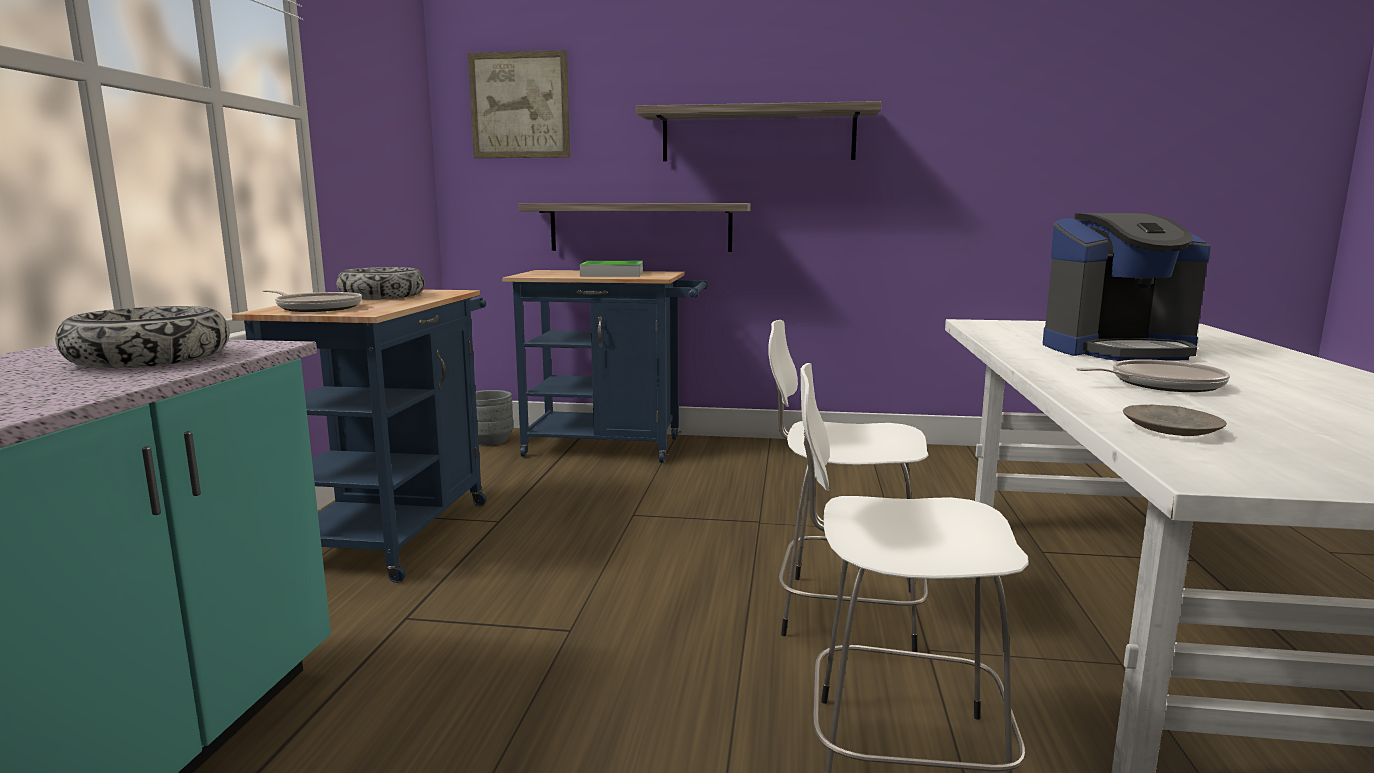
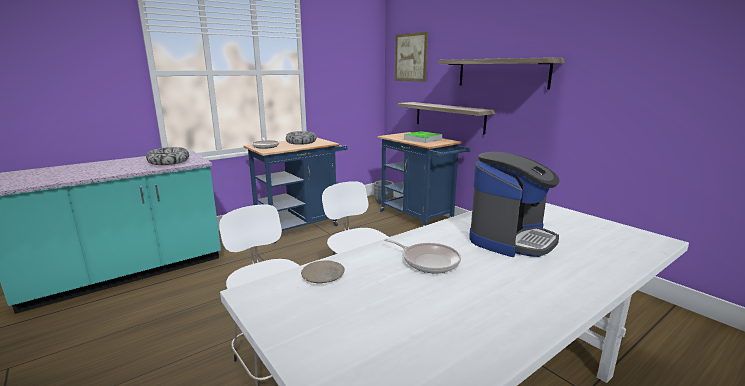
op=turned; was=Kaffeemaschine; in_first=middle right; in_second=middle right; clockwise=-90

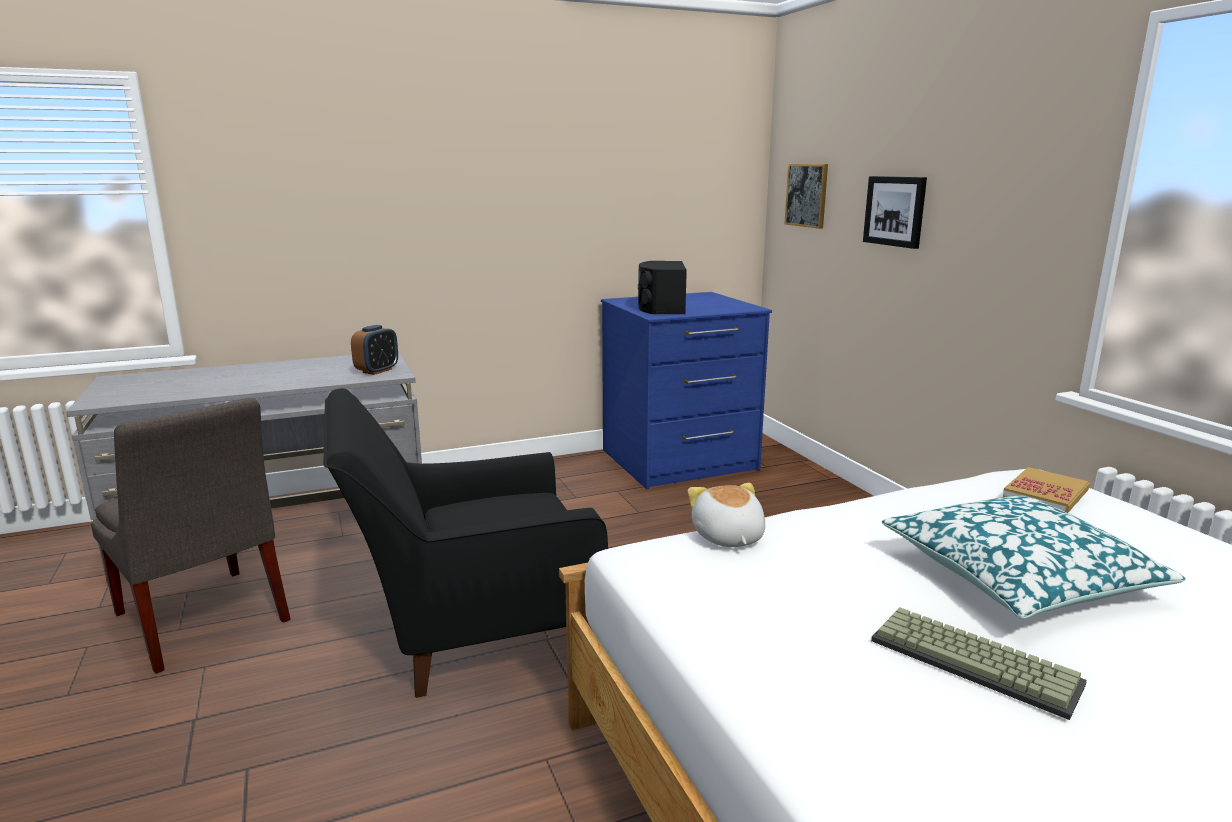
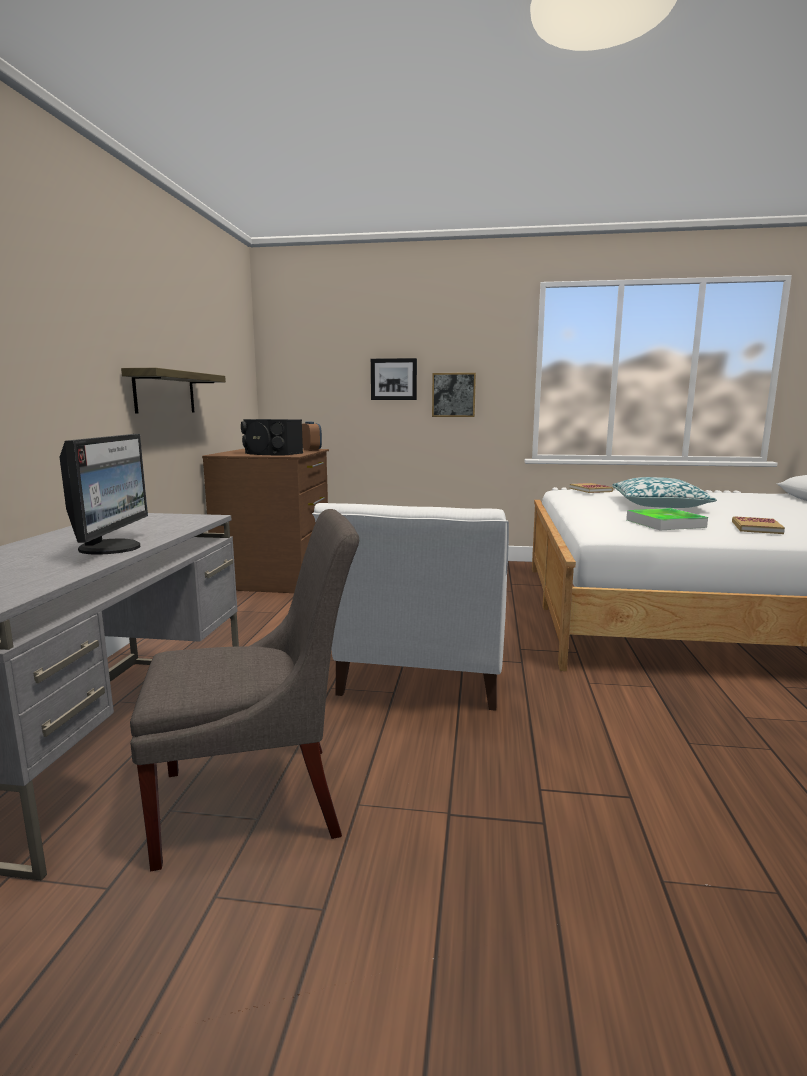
op=added; now=Monitor; in_second=middle left
op=added; now=Wandregal; in_second=middle left
op=recoloured; was=Kommode (blau); now=Kommode (braun); in_first=centre; in_second=middle left
op=moved; was=Wecker; in_first=middle left; in_second=centre
op=recoloured; was=Sessel (schwarz); now=Sessel (weiß); in_first=centre; in_second=centre
op=moved; was=Bild (1st from left in the first image); now=Bild (2nd from left); in_first=top centre; in_second=centre
op=added; now=Tablett; in_second=middle right
op=added; now=Buch (2nd from left); in_second=middle right
op=removed; was=Plüschtier; in_first=centre
op=removed; was=Tastatur; in_first=bottom right

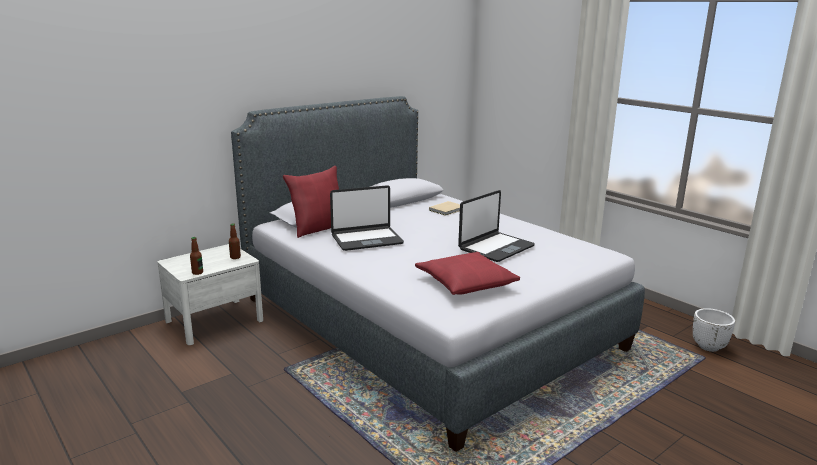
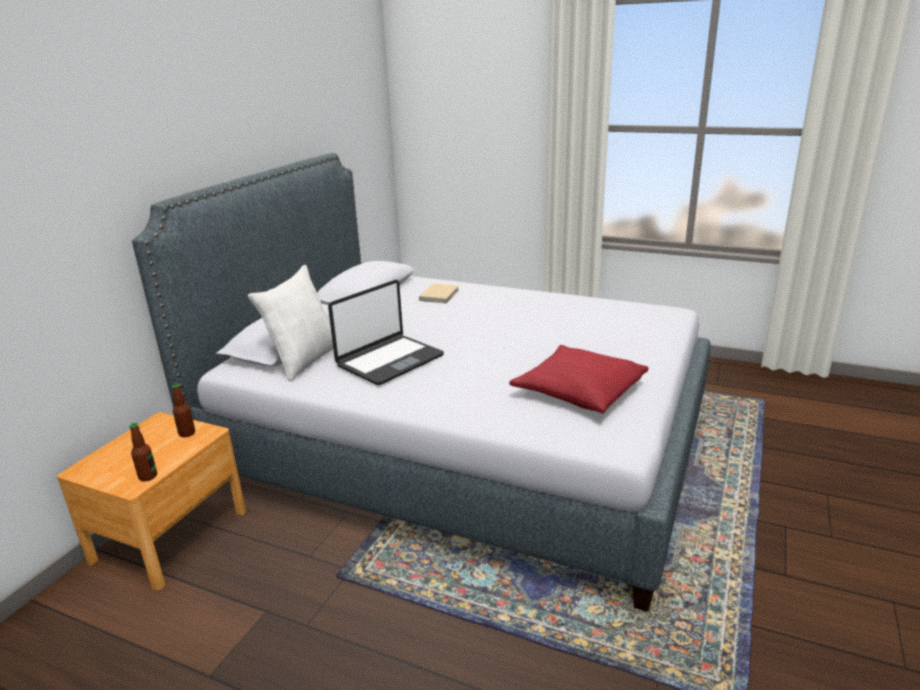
op=recoloured; was=Nachttisch (weiß); now=Nachttisch (braun); in_first=middle left; in_second=bottom left
op=recoloured; was=Kissen (rot) (1st from left); now=Kissen (weiß); in_first=centre; in_second=middle left
op=removed; was=Laptop (2nd from left); in_first=centre
op=removed; was=Pflanzkübel (weiß); in_first=bottom right

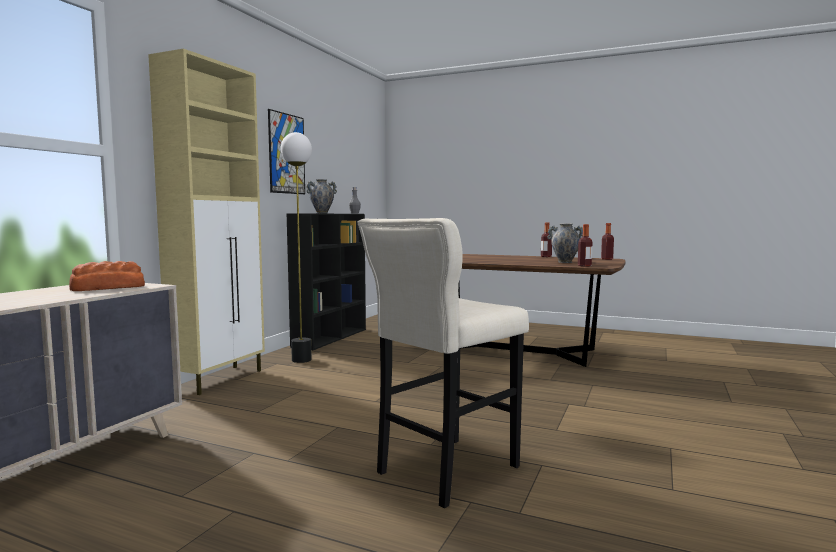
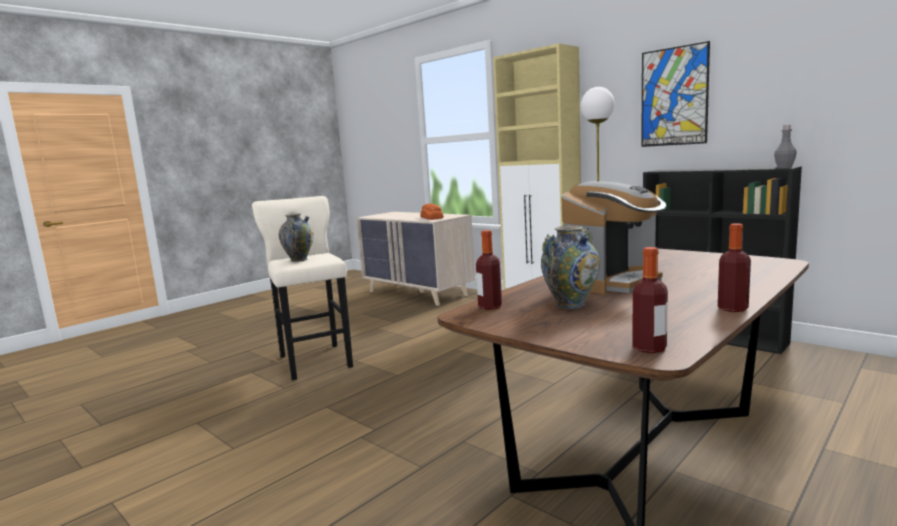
op=moved; was=Vase (1st from left); in_first=centre; in_second=middle left
op=added; now=Kaffeemaschine; in_second=middle right

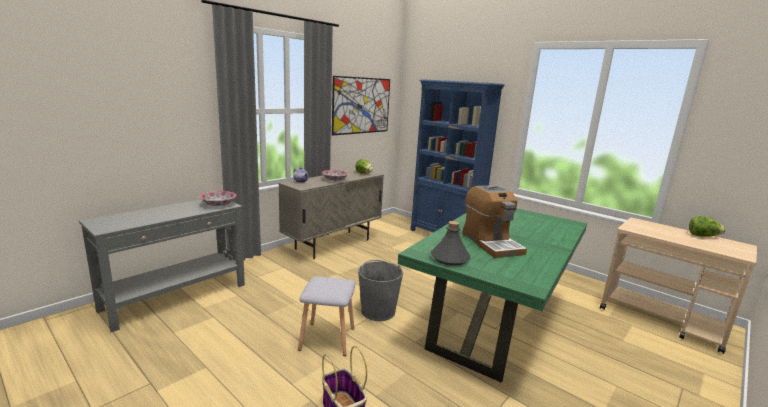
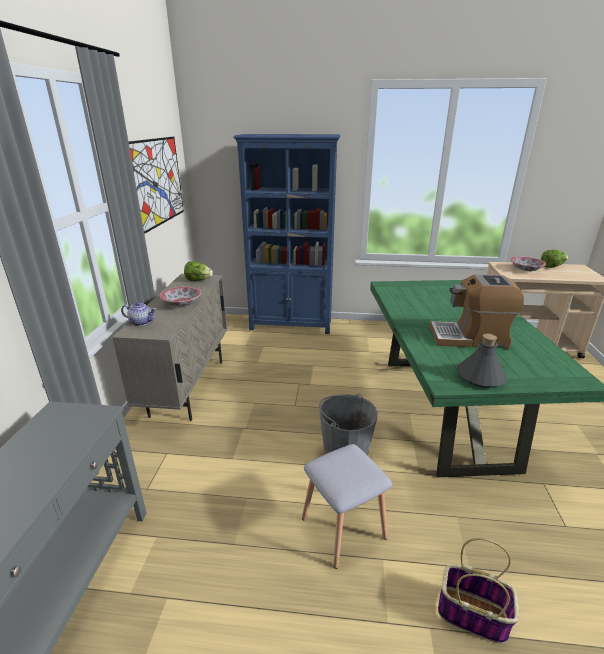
op=turned; was=Kaffeemaschine; in_first=centre; in_second=middle right; clockwise=150
op=moved; was=Schüssel (1st from left in the first image); now=Schüssel (2nd from left); in_first=middle left; in_second=middle right

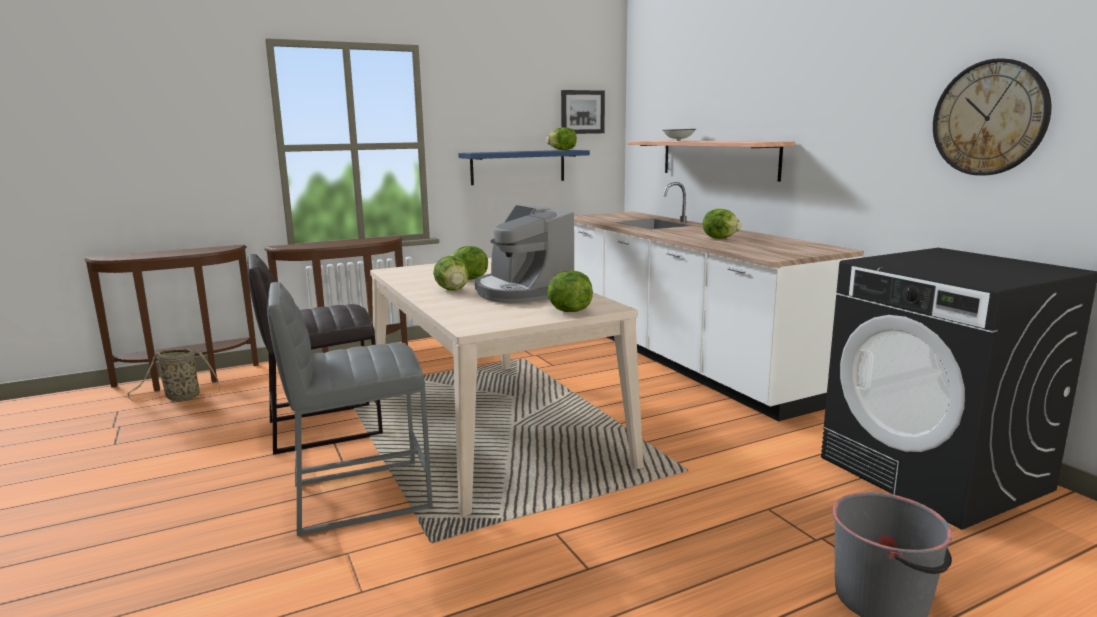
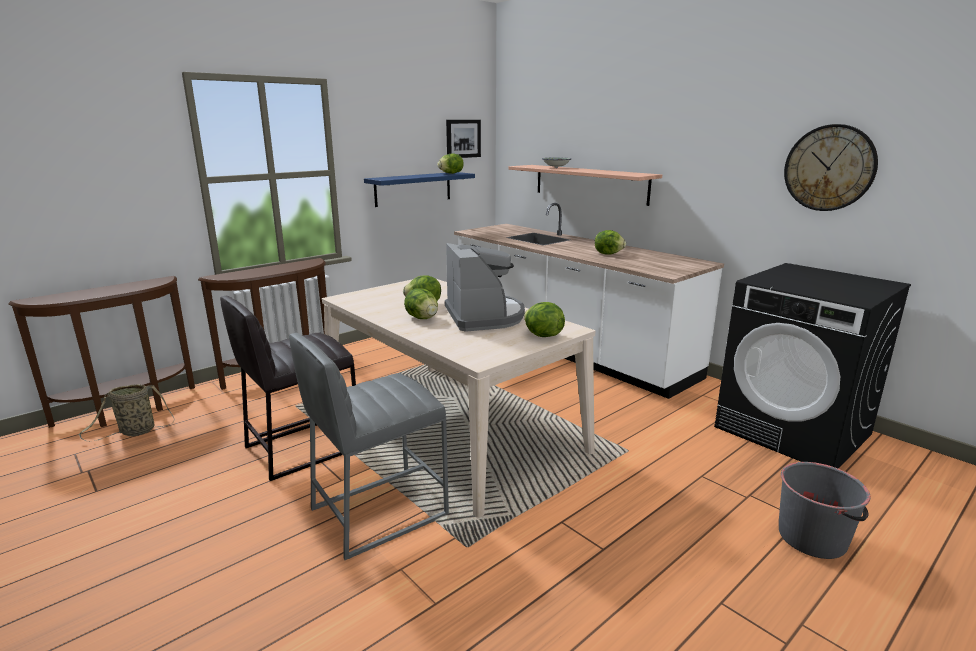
op=turned; was=Kaffeemaschine; in_first=centre; in_second=centre; clockwise=-150

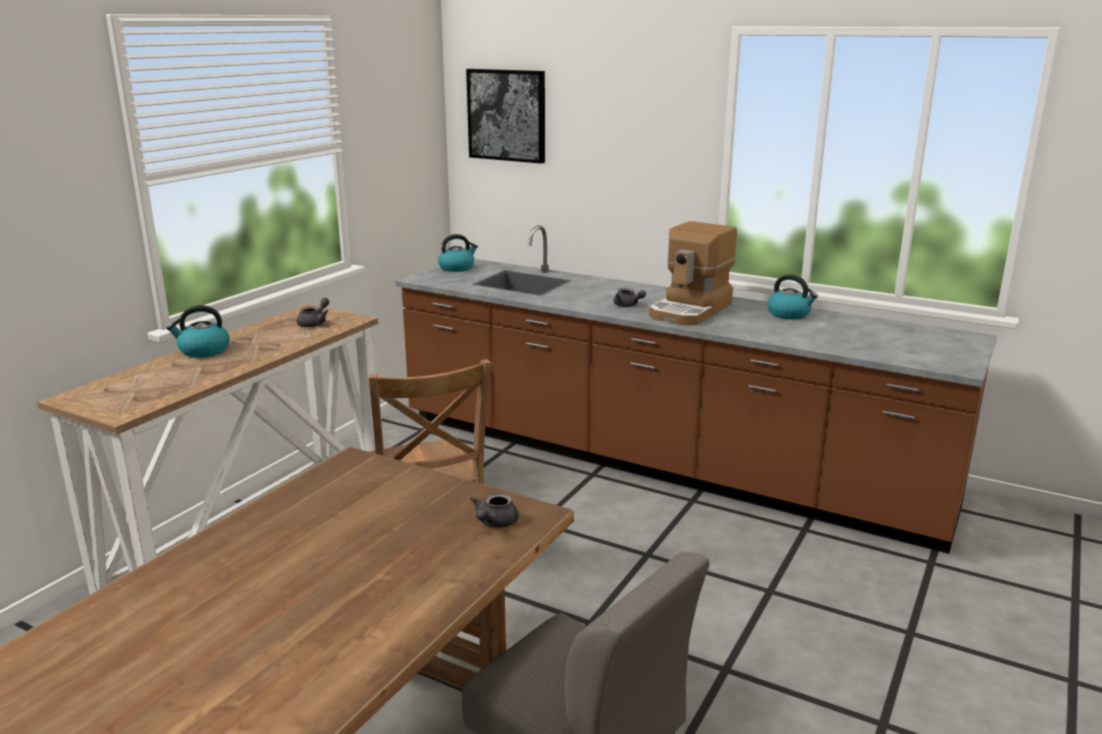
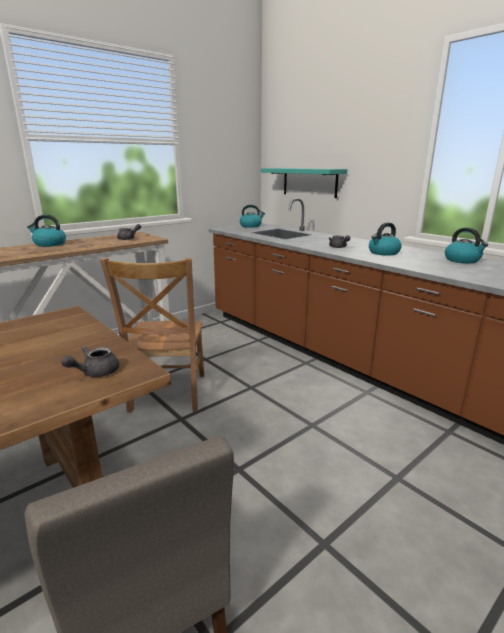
op=added; now=Wandregal (türkis); in_second=top centre
op=replaced; was=Kaffeemaschine; now=Wasserkessel (3rd from left); in_first=centre; in_second=middle right
op=removed; was=Bild; in_first=top centre

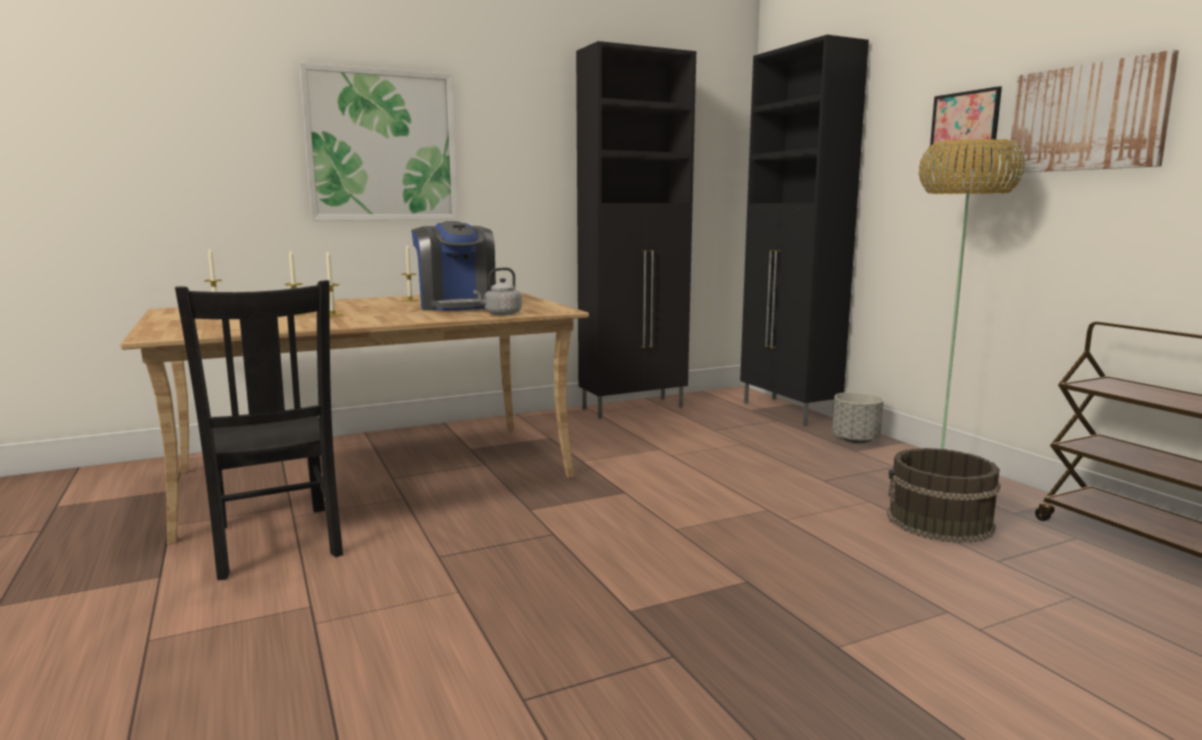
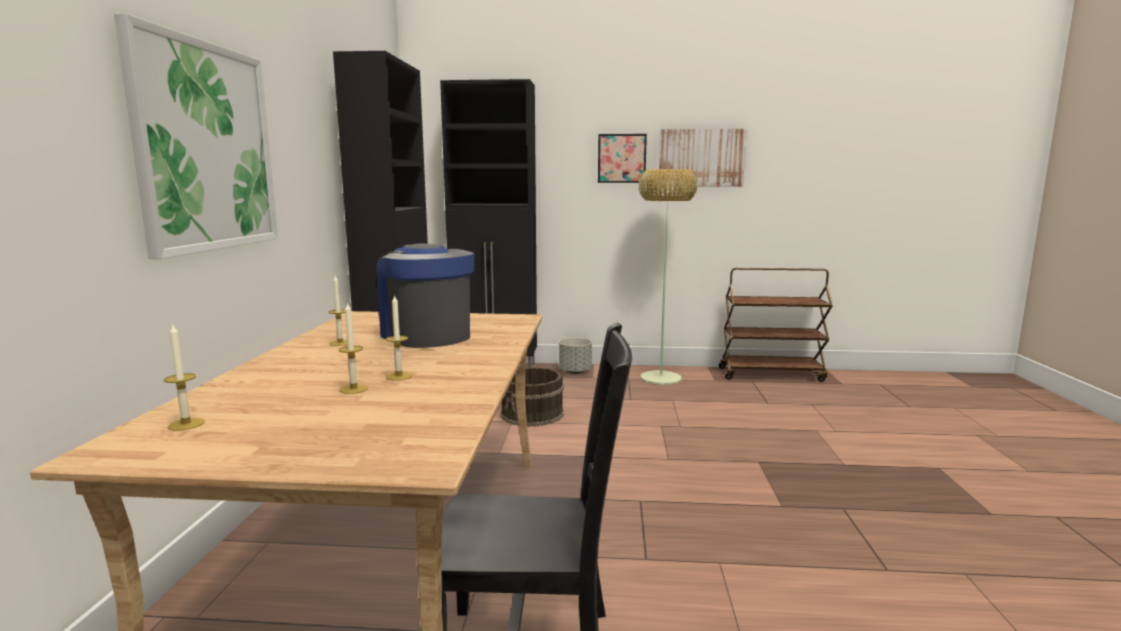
op=turned; was=Kaffeemaschine; in_first=centre; in_second=centre; clockwise=-135
op=moved; was=Eimer (braun); in_first=bottom right; in_second=centre
op=removed; was=Wasserkessel (grau); in_first=centre

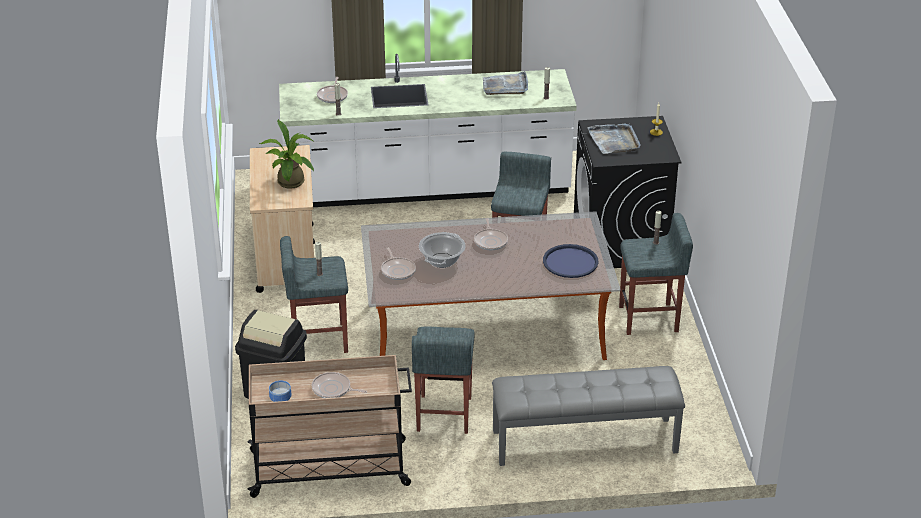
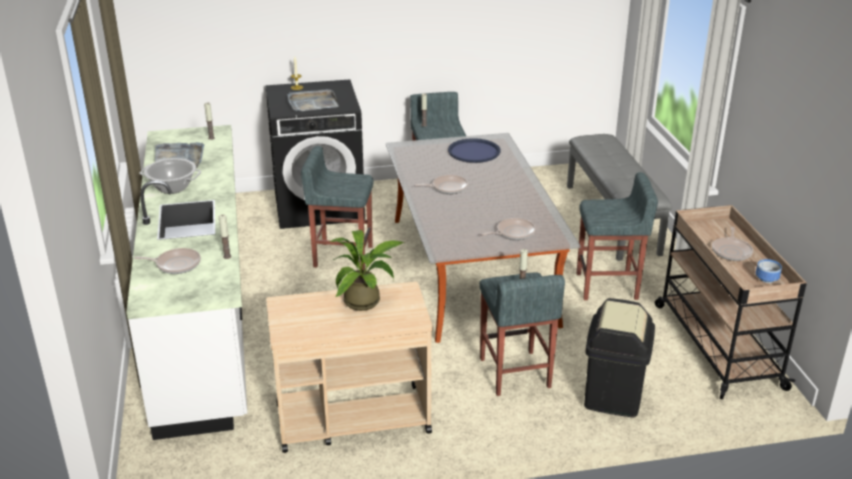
op=moved; was=Kochtopf; in_first=centre; in_second=middle left

